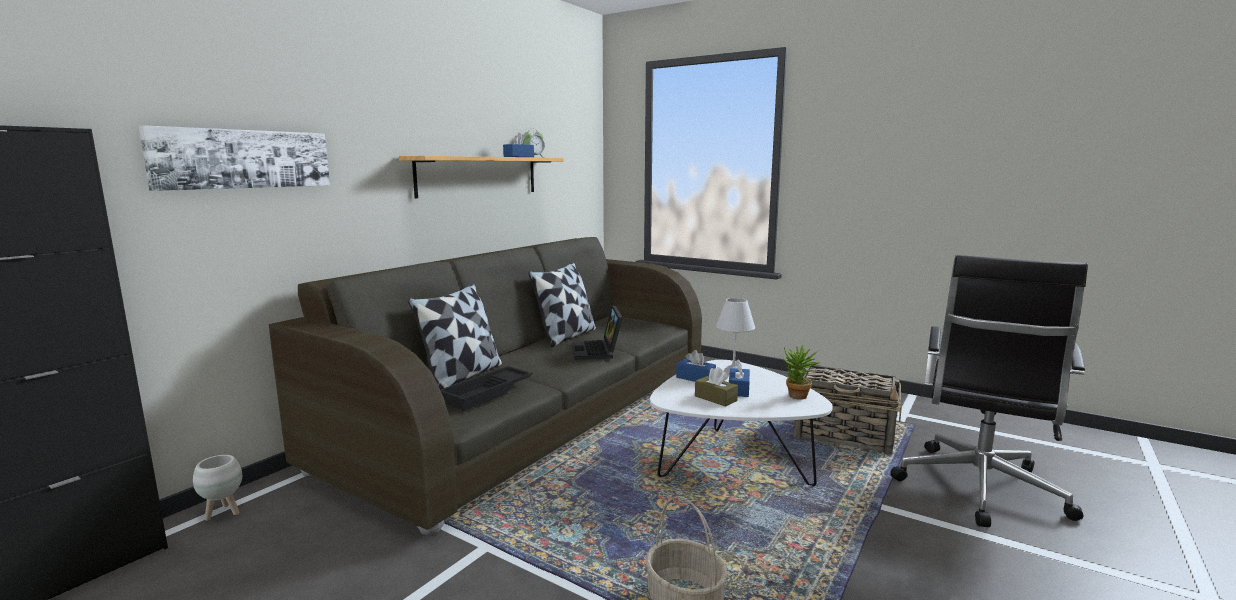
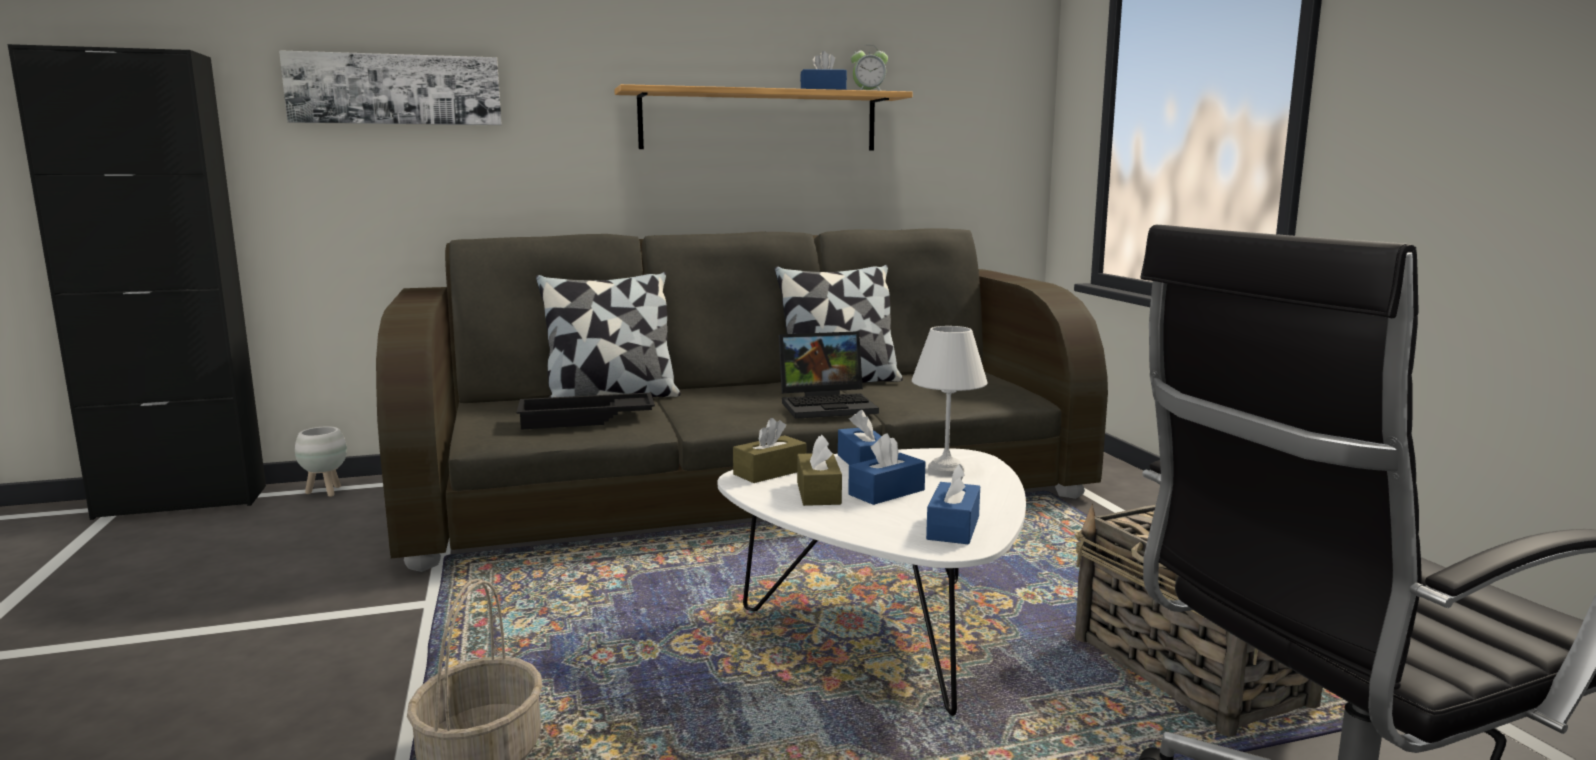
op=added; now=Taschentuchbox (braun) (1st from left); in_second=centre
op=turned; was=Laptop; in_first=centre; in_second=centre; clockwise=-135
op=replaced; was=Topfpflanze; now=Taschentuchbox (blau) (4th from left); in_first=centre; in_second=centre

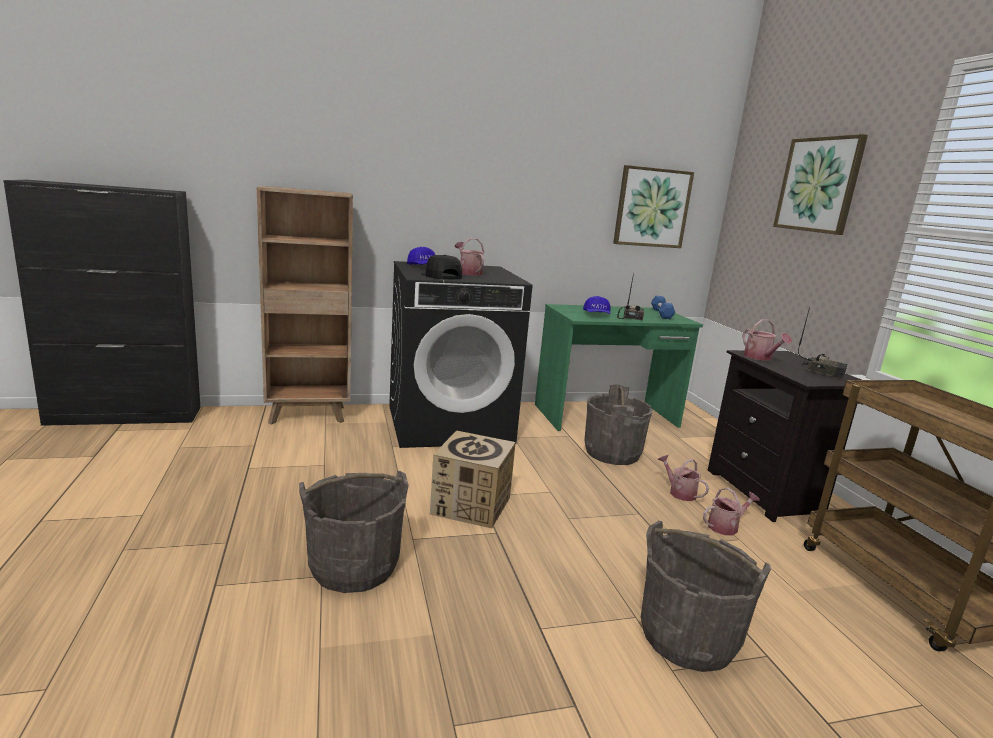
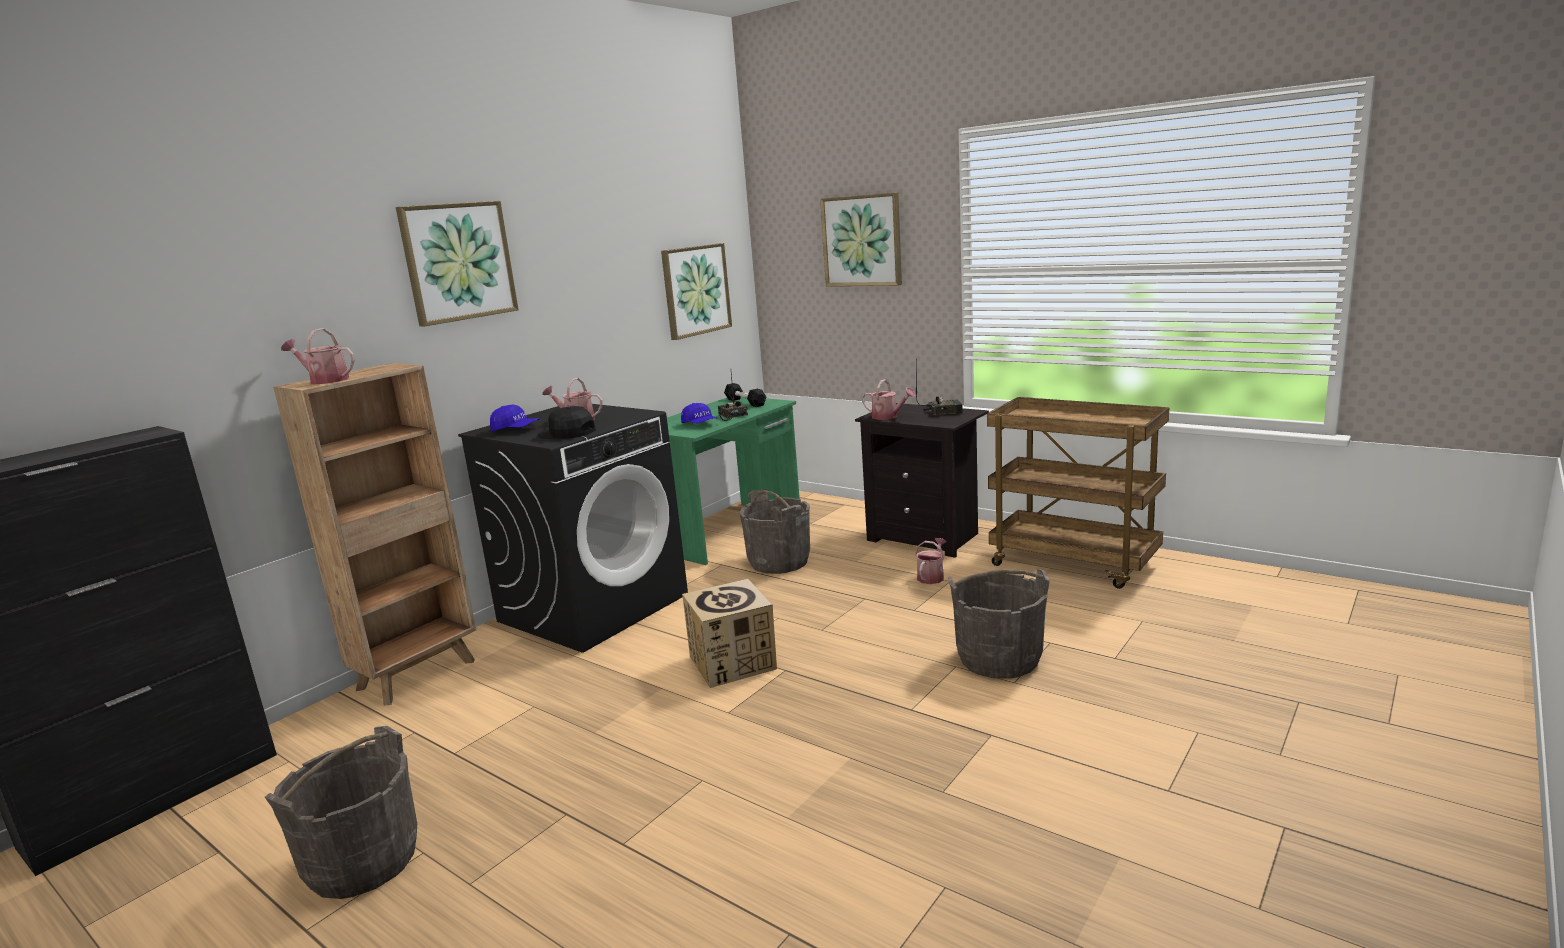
op=moved; was=Eimer (grau) (1st from left); in_first=bottom centre; in_second=bottom left
op=moved; was=Gießkanne (2nd from left in the first image); now=Gießkanne (1st from left); in_first=middle right; in_second=middle left
op=added; now=Bild (1st from left); in_second=top left
op=recoloured; was=Hantel (blau); now=Hantel (schwarz); in_first=middle right; in_second=centre

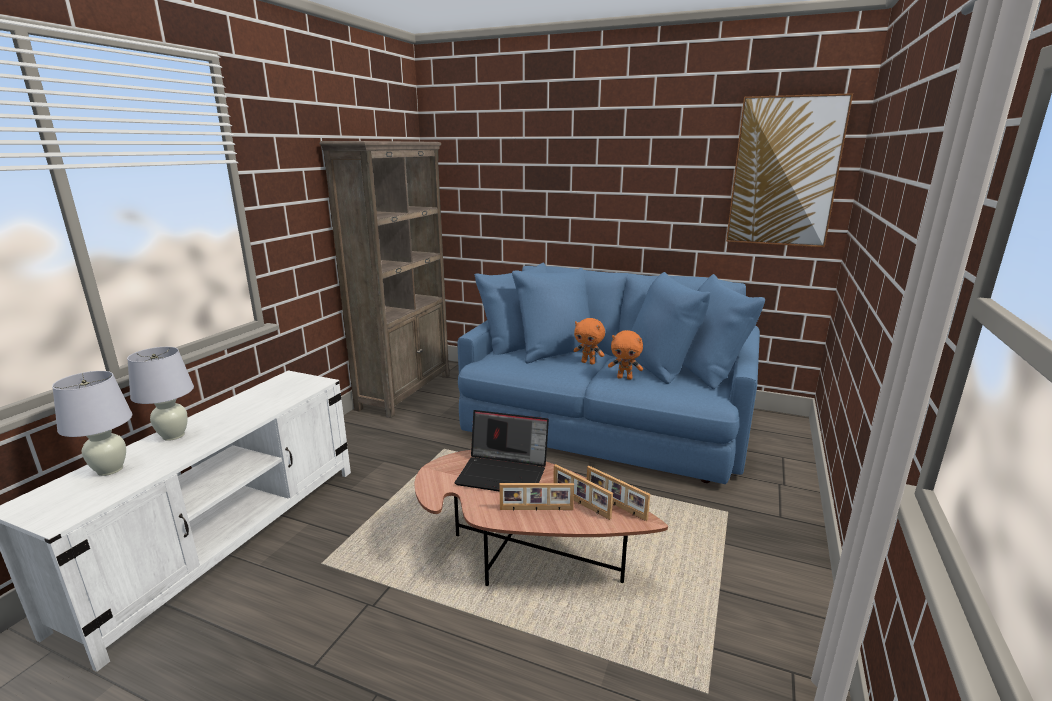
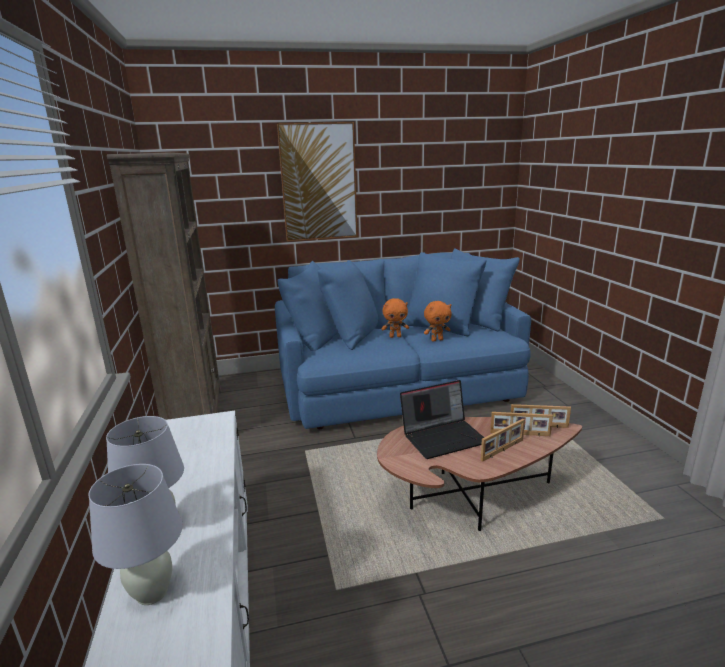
op=moved; was=Bild; in_first=top right; in_second=top centre

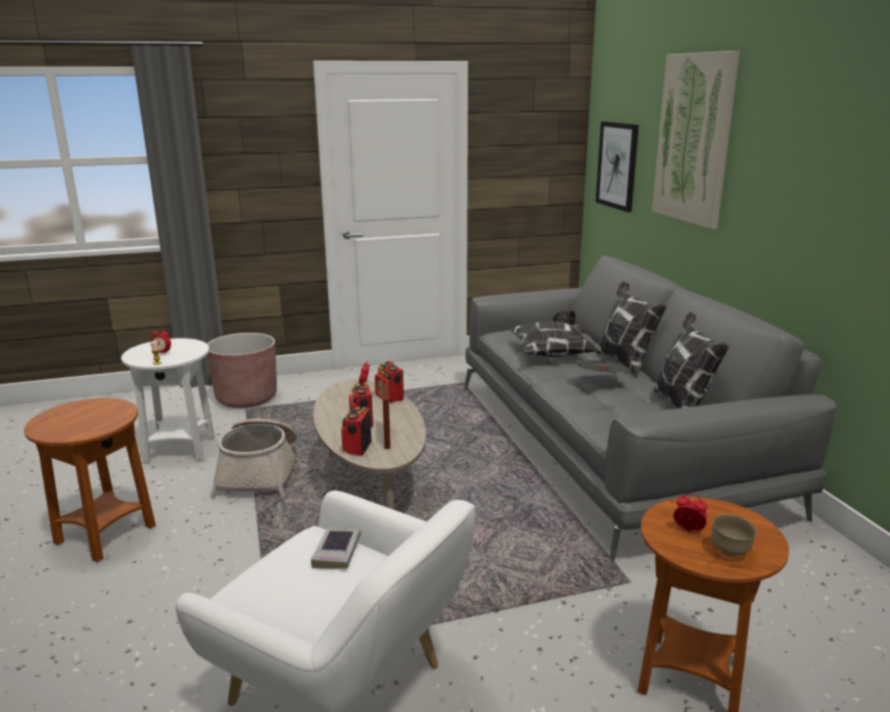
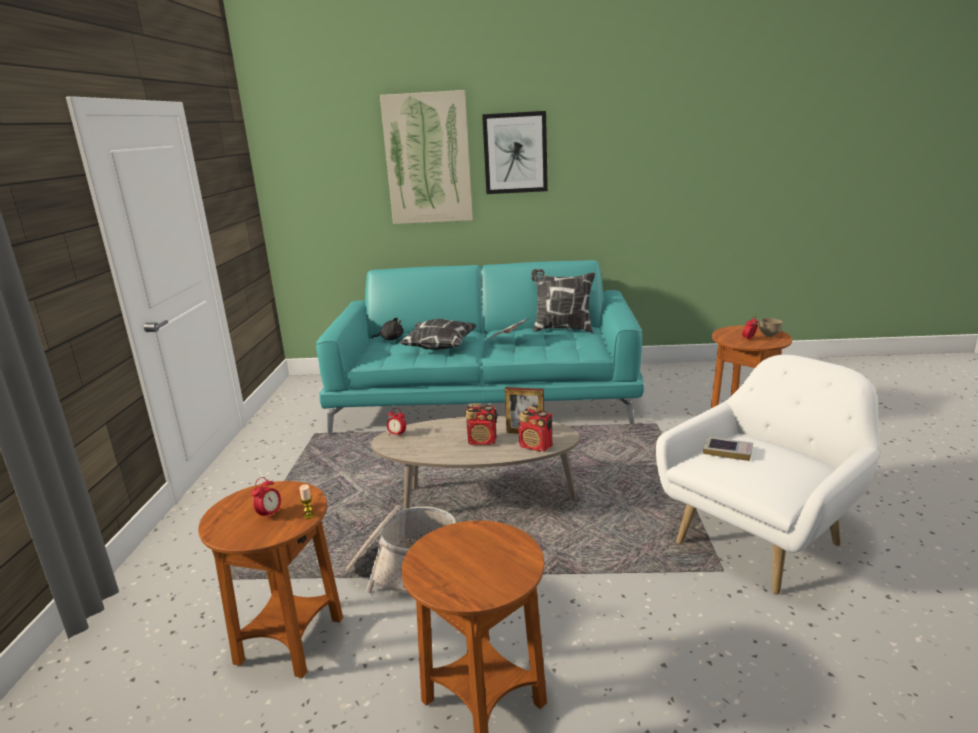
op=recoloured; was=Beistelltisch (weiß); now=Beistelltisch (braun) (1st from left); in_first=middle left; in_second=bottom left
op=recoloured; was=Sofa (grau); now=Sofa (türkis); in_first=middle right; in_second=centre
op=moved; was=Bild (1st from left in the first image); now=Bild (2nd from left); in_first=top right; in_second=top centre
op=removed; was=Pflanzkübel (braun); in_first=middle left
op=removed; was=Radio (3rd from left); in_first=centre
op=removed; was=Kissen (2nd from left); in_first=middle right

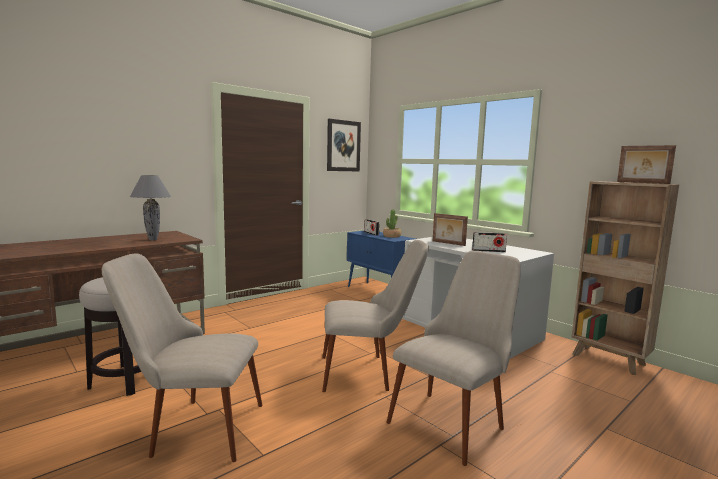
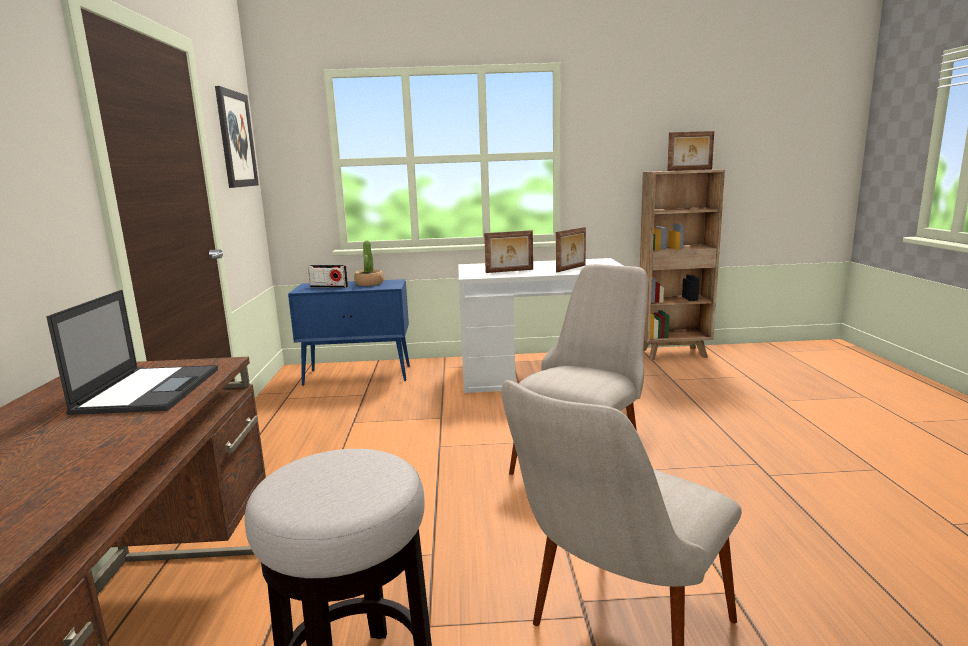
op=replaced; was=Tischlampe (grau); now=Laptop; in_first=middle left; in_second=middle left
op=replaced; was=Radio (2nd from left); now=Bilderrahmen (2nd from left); in_first=middle right; in_second=centre
op=removed; was=Stuhl (beige) (3rd from left); in_first=bottom centre

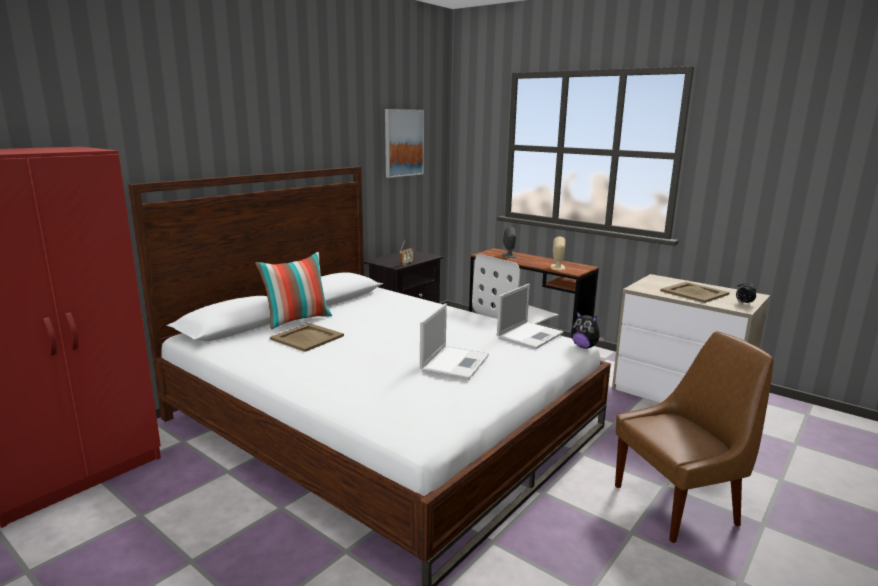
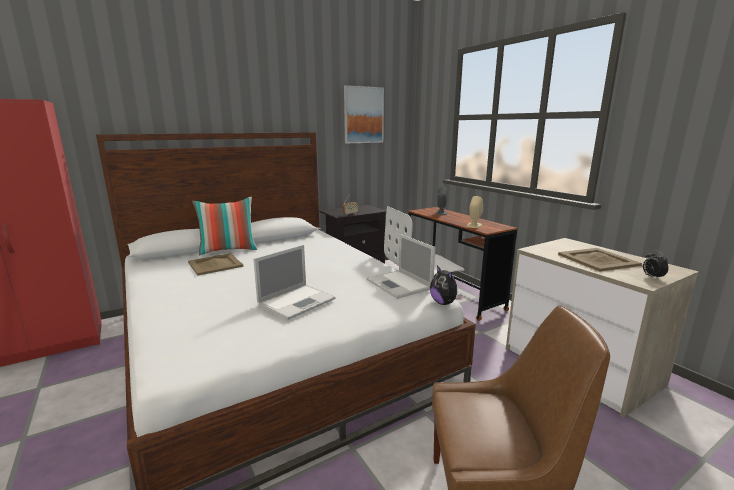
op=turned; was=Laptop (2nd from left); in_first=centre; in_second=centre; clockwise=90

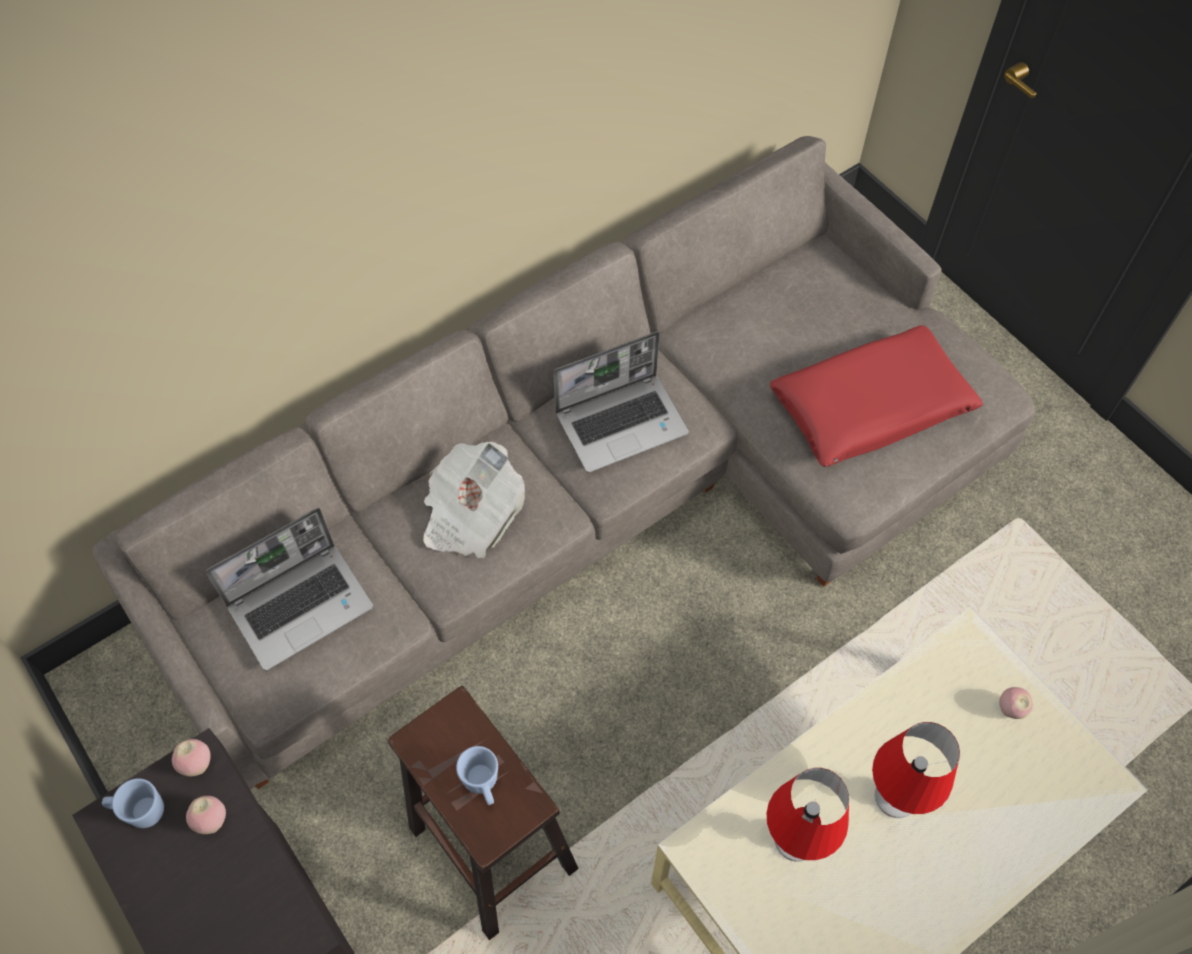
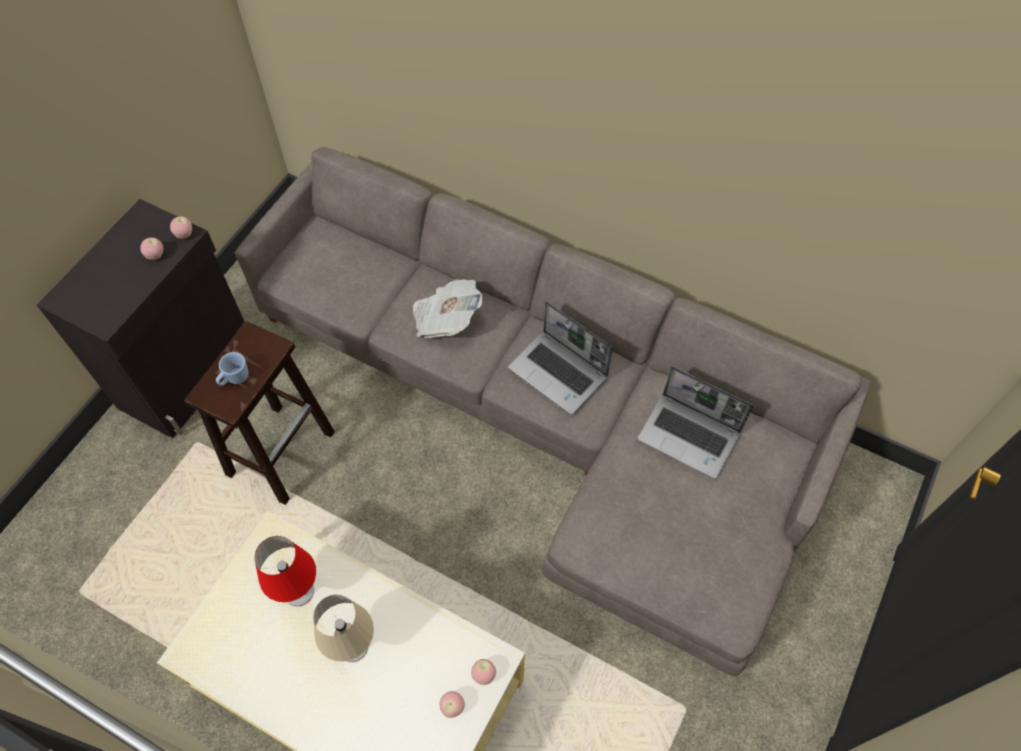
op=recoloured; was=Tischlampe (rot) (2nd from left); now=Tischlampe (beige); in_first=bottom right; in_second=bottom centre
op=added; now=Apfel (4th from left); in_second=bottom centre
op=moved; was=Laptop (1st from left in the first image); now=Laptop (2nd from left); in_first=middle left; in_second=middle right
op=removed; was=Henkelbecher (blau) (1st from left); in_first=bottom left
op=removed; was=Kissen (rot); in_first=middle right

